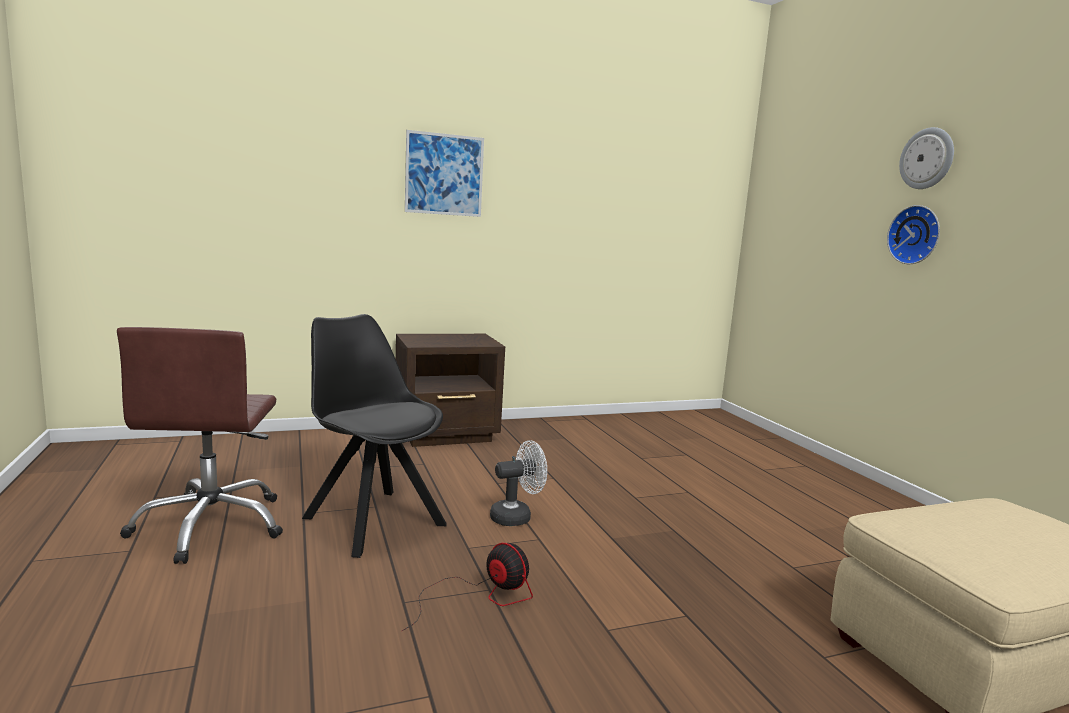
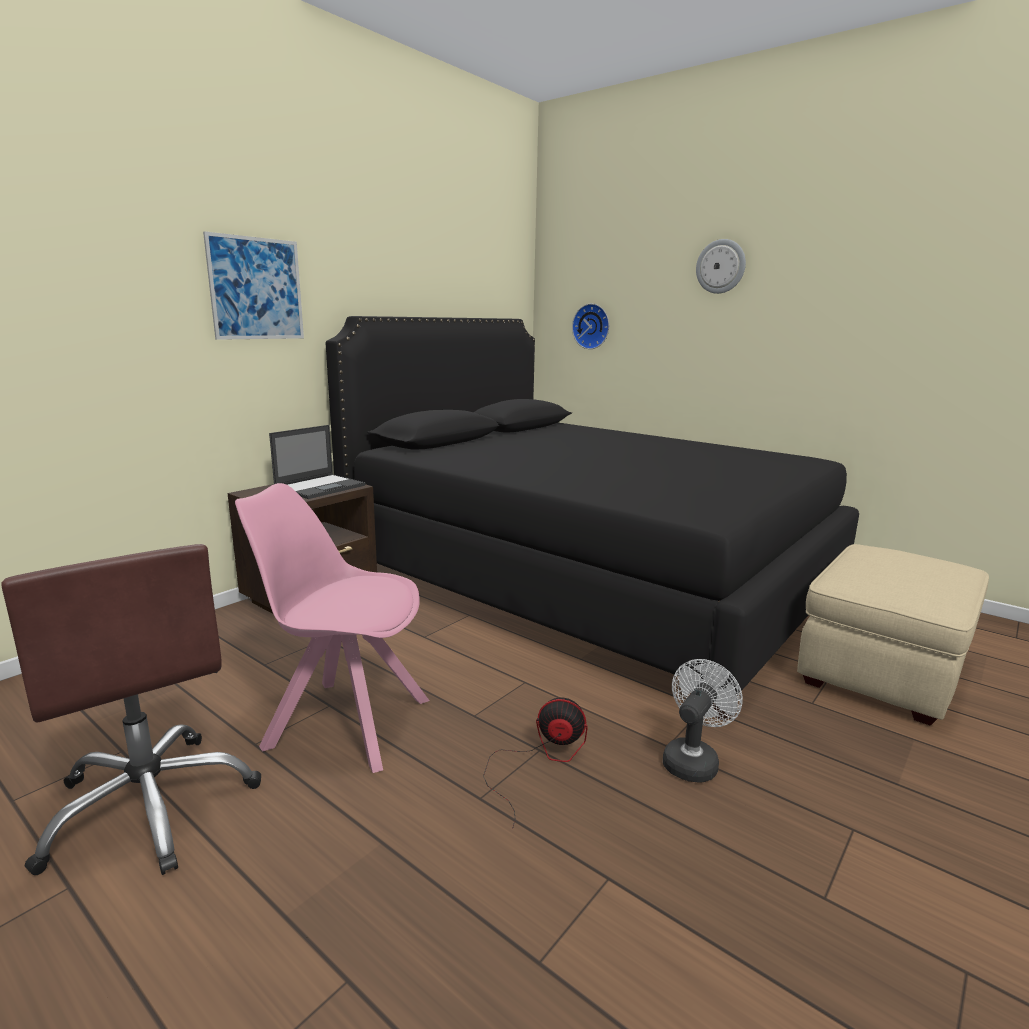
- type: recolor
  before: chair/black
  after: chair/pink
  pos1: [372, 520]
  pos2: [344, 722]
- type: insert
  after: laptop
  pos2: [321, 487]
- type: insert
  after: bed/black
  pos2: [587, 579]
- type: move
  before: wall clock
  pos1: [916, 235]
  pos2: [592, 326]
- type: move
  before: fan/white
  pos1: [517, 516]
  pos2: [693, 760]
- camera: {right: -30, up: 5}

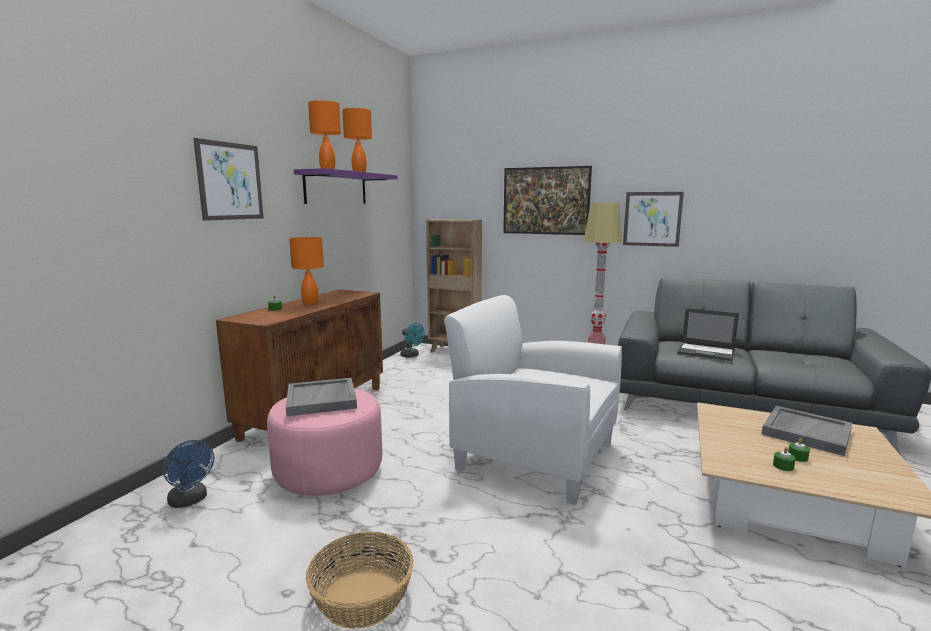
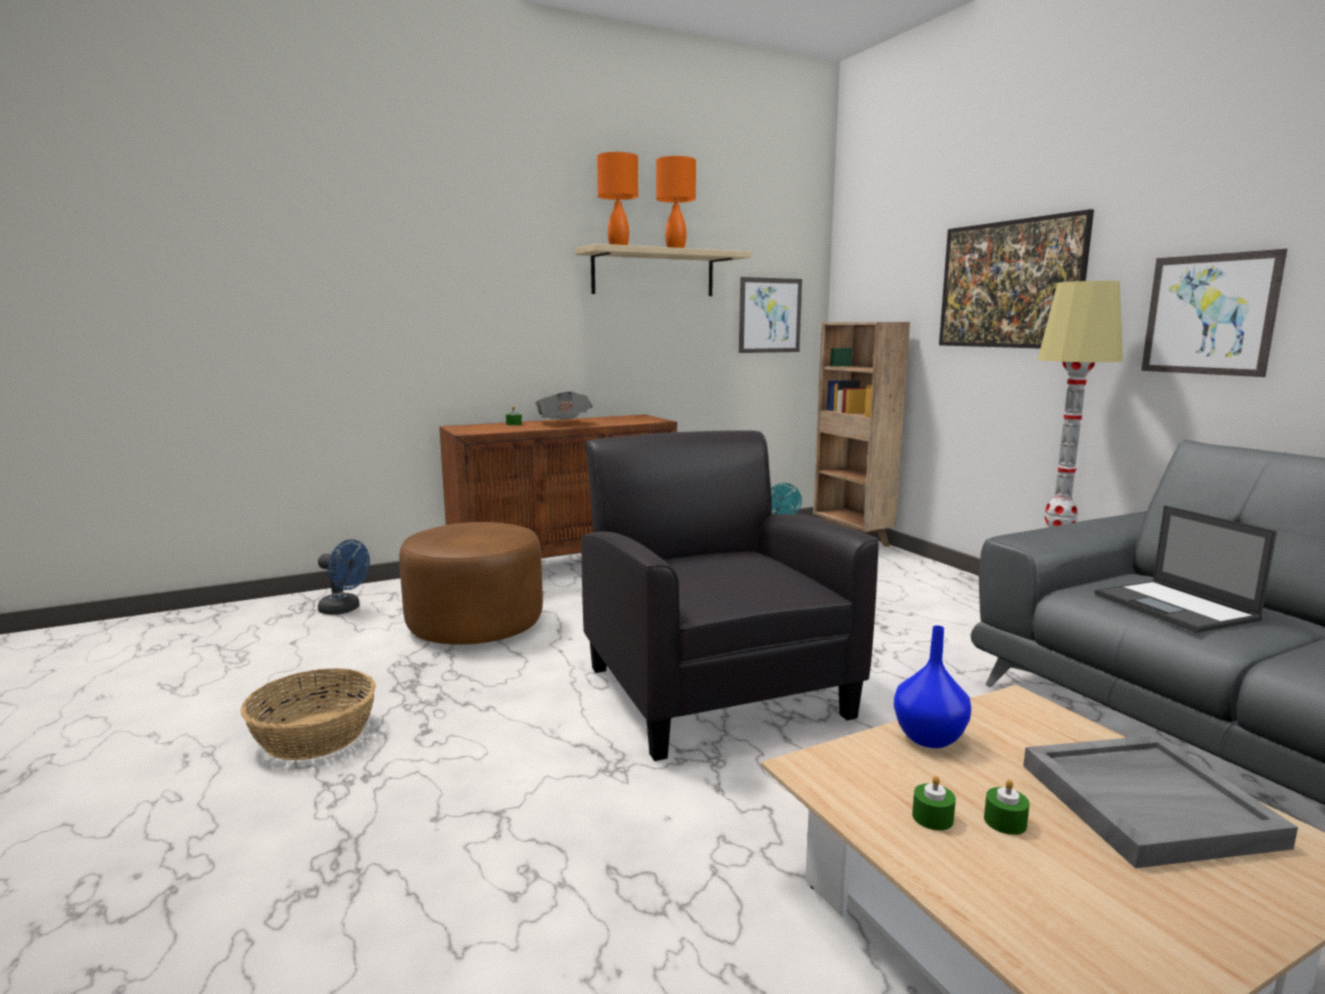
- type: rotate
  before: fan/blue
  pos1: [190, 500]
  pos2: [345, 609]
  turn: -60
- type: recolor
  before: ottoman/pink
  after: ottoman/brown
  pos1: [329, 472]
  pos2: [476, 625]
- type: replace
  before: table lamp/orange
  after: newspaper
  pos1: [309, 303]
  pos2: [564, 423]
- type: recolor
  before: shelf/purple
  after: shelf/beige
  pos1: [336, 188]
  pos2: [653, 273]
- type: recolor
  before: armchair/white
  after: armchair/black
  pos1: [534, 455]
  pos2: [714, 689]
- type: move
  before: picture
  pos1: [230, 181]
  pos2: [770, 315]
- type: insert
  after: vase/blue
  pos2: [928, 737]
- type: delete
  before: tray/grey
  pos1: [322, 400]
- camera: {right: 40, up: 0}

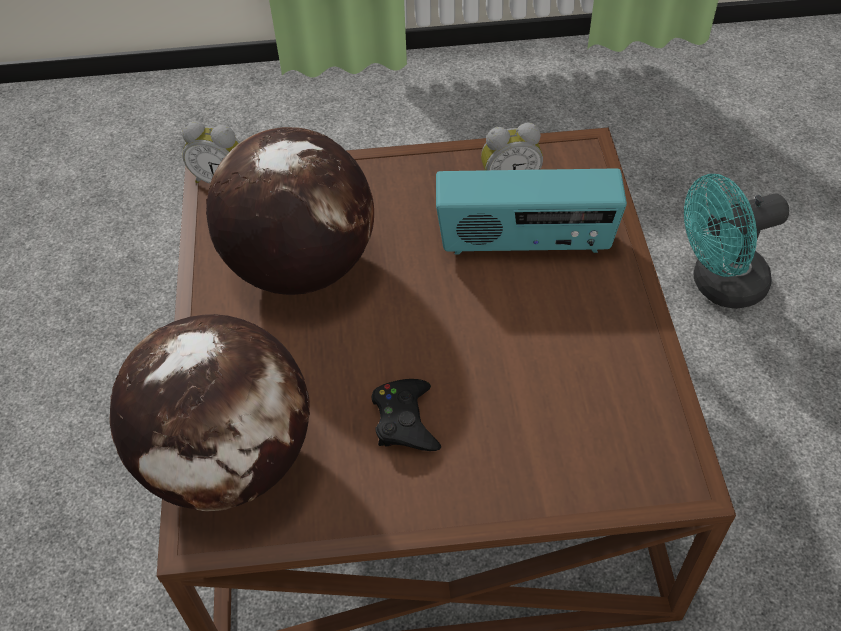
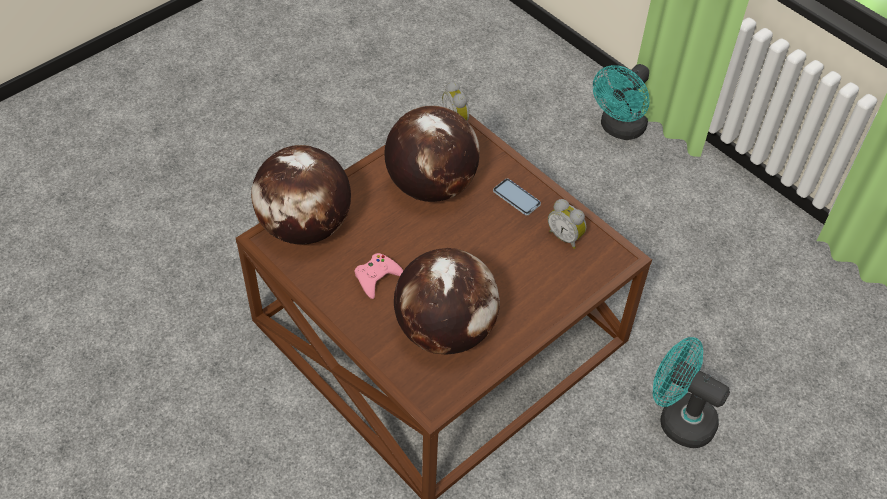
- type: recolor
  before: game controller/black
  after: game controller/pink
  pos1: [405, 421]
  pos2: [377, 277]
- type: insert
  after: globe
  pos2: [445, 330]
- type: insert
  after: phone
  pos2: [516, 198]
- type: insert
  after: fan/turquoise
  pos2: [619, 129]
- type: delete
  before: radio
  pos1: [525, 243]
- camera: {right: 50, up: 0}

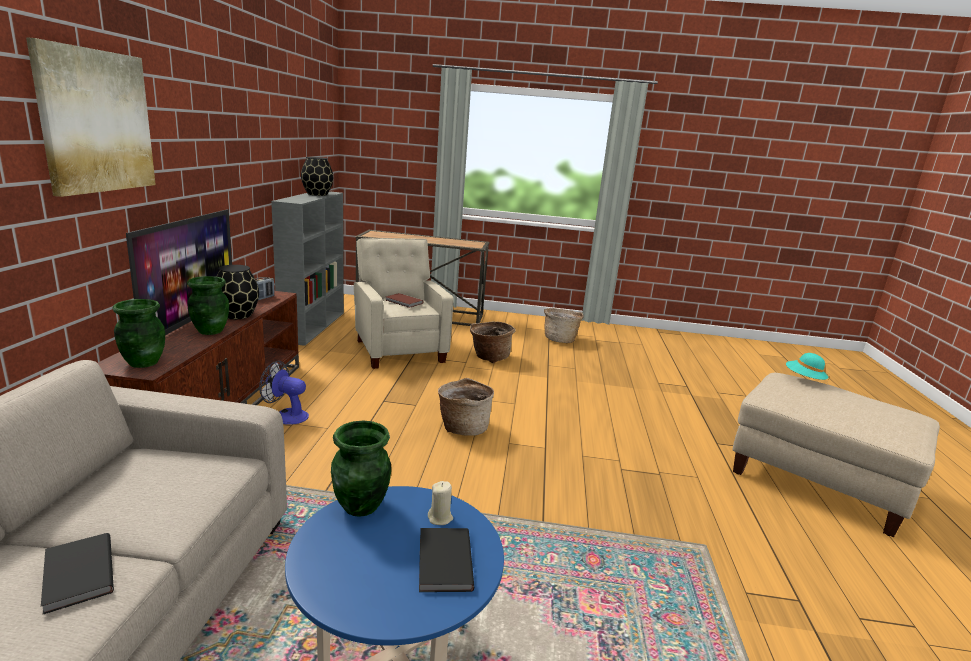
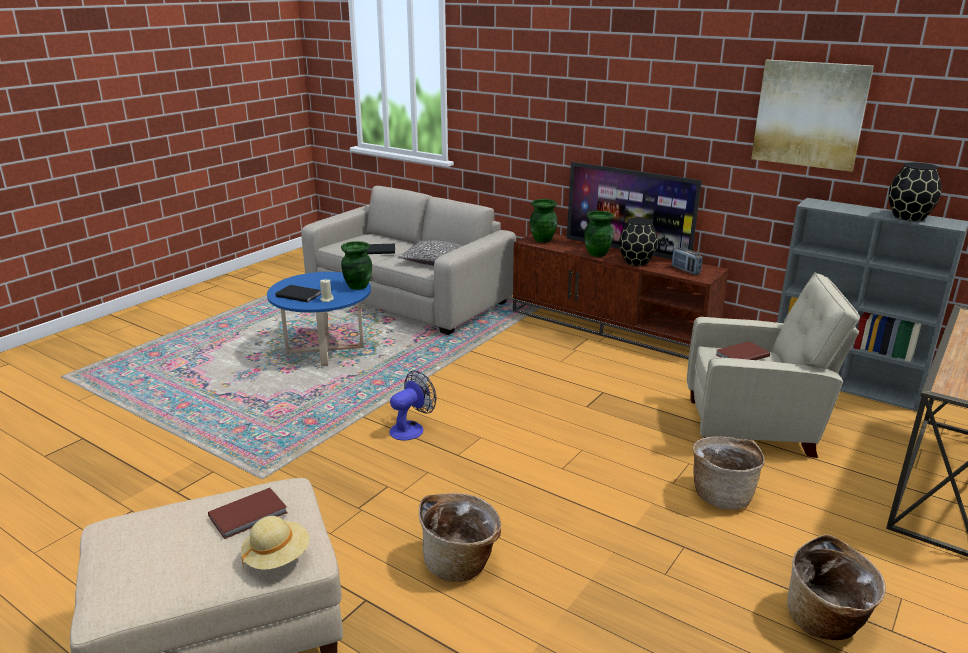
- type: insert
  after: book/brown
  pos2: [250, 515]
- type: recolor
  before: hat/turquoise
  after: hat/beige
  pos1: [804, 379]
  pos2: [277, 557]
- type: move
  before: fan
  pos1: [286, 415]
  pos2: [411, 428]
- type: insert
  after: pillow
  pos2: [434, 261]
- type: move
  before: basket
  pos1: [463, 427]
  pos2: [461, 563]
- type: move
  before: picture
  pos1: [96, 121]
  pos2: [809, 114]
- camera: {right: 120, up: 5}

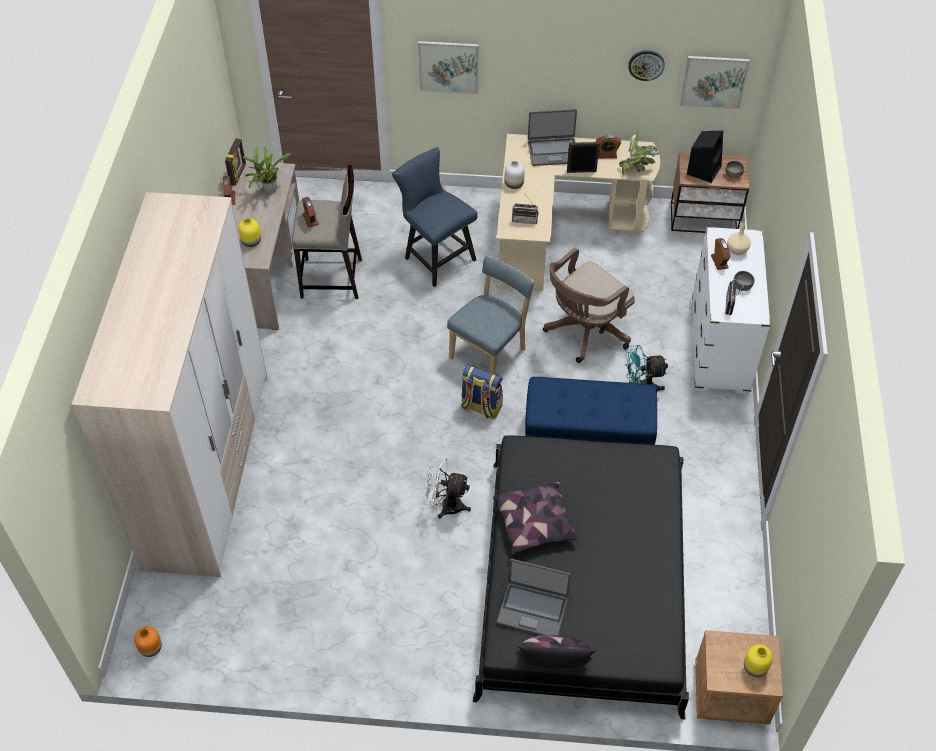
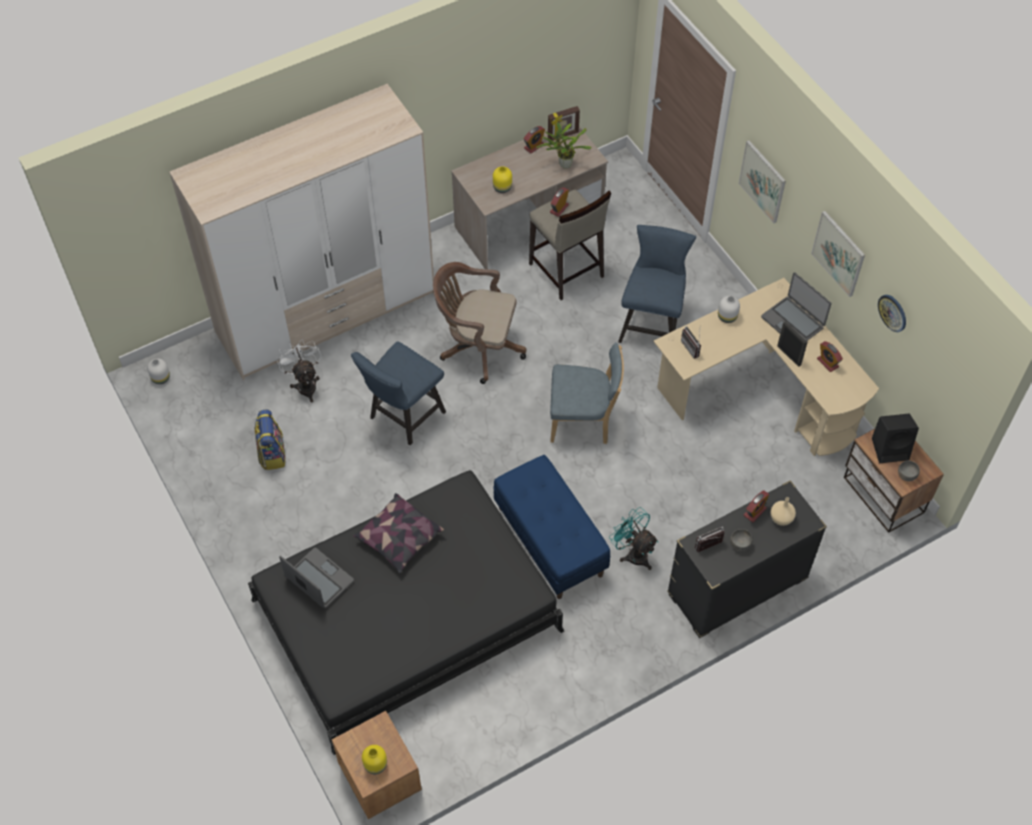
- type: recolor
  before: vase/orange
  after: vase/white
  pos1: [150, 648]
  pos2: [160, 377]
- type: move
  before: backpack
  pos1: [481, 407]
  pos2: [272, 453]
- type: move
  before: fan/white
  pos1: [445, 505]
  pos2: [305, 384]
- type: rotate
  before: laptop
  pos1: [532, 609]
  pos2: [319, 579]
  turn: 150
- type: insert
  after: chair/blue
  pos2: [403, 418]
- type: move
  before: office chair/brown
  pos1: [584, 332]
  pos2: [478, 347]
- type: recolor
  before: dresser/white
  after: dresser/black
  pos1: [719, 346]
  pos2: [736, 587]
- type: move
  before: picture
  pos1: [714, 81]
  pos2: [838, 253]
- type: delete
  before: pillow
  pos1: [553, 664]
- type: delete
  before: potted plant
  pos1: [637, 168]
- camera: {right: 55, up: 5}

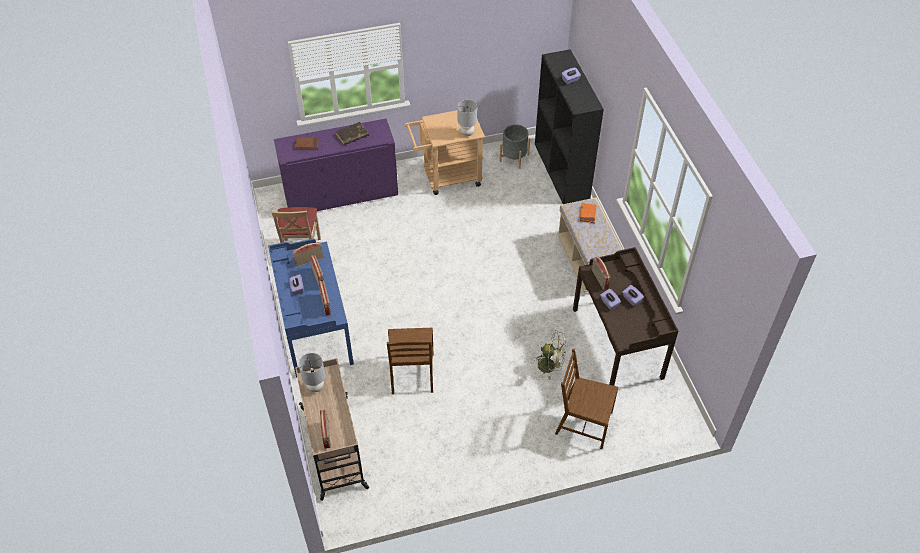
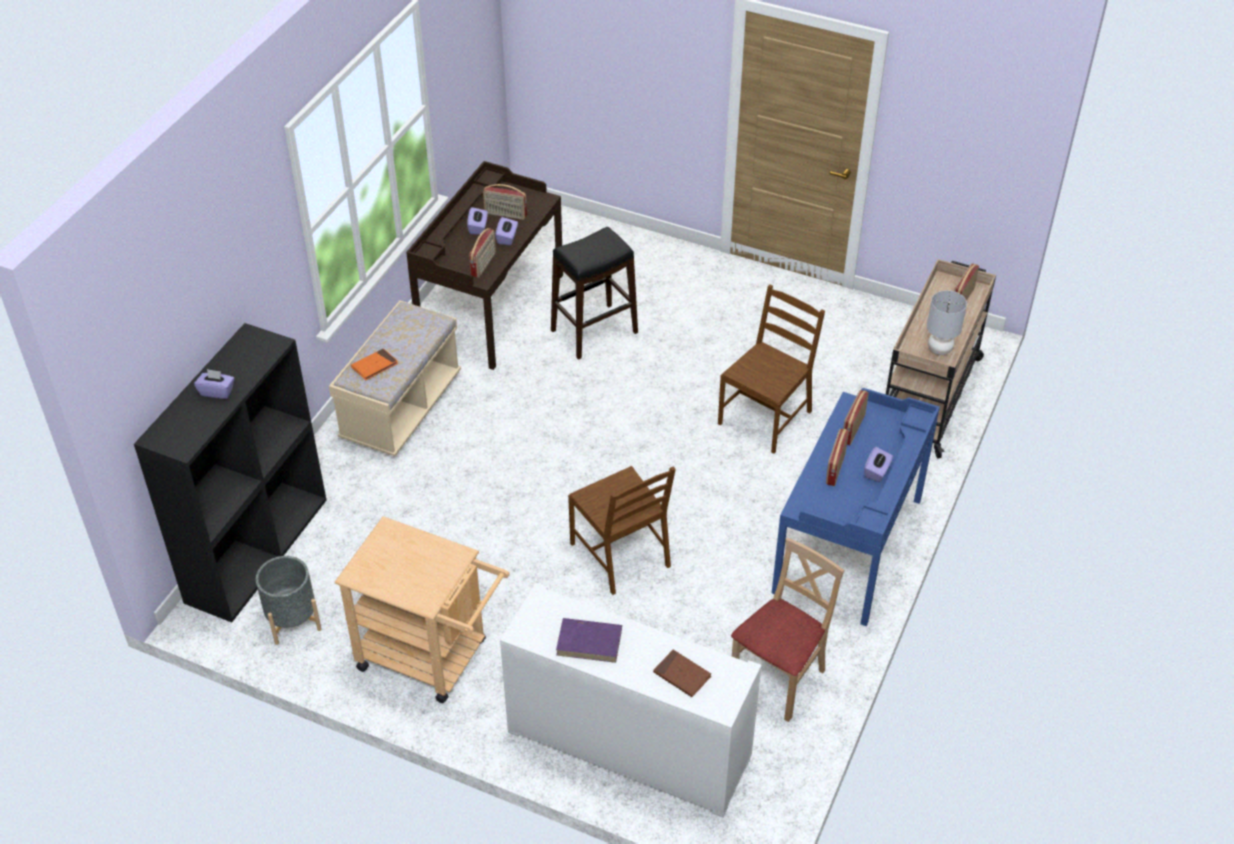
- type: move
  before: radio
  pos1: [308, 260]
  pos2: [505, 215]
- type: recolor
  before: cabinet/purple
  after: cabinet/white
  pos1: [341, 194]
  pos2: [628, 744]
- type: replace
  before: fan/green
  after: stool/black
  pos1: [550, 366]
  pos2: [594, 332]
- type: recolor
  before: book/brown
  after: book/purple
  pos1: [352, 135]
  pos2: [590, 642]
- type: move
  before: chair/brown
  pos1: [583, 423]
  pos2: [622, 555]
- type: delete
  before: table lamp/grey
  pos1: [467, 133]
- camera: {right: -140, up: -5}

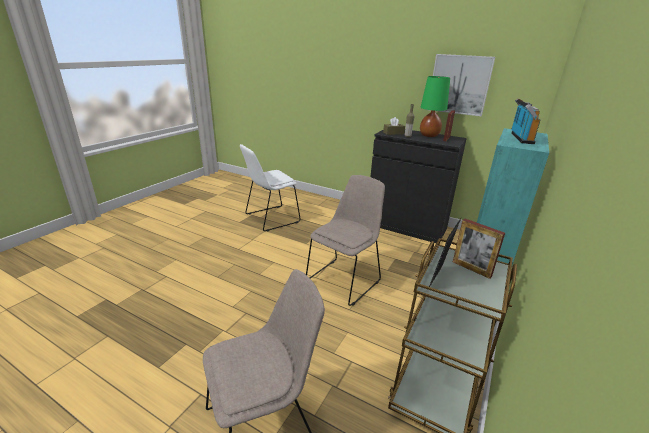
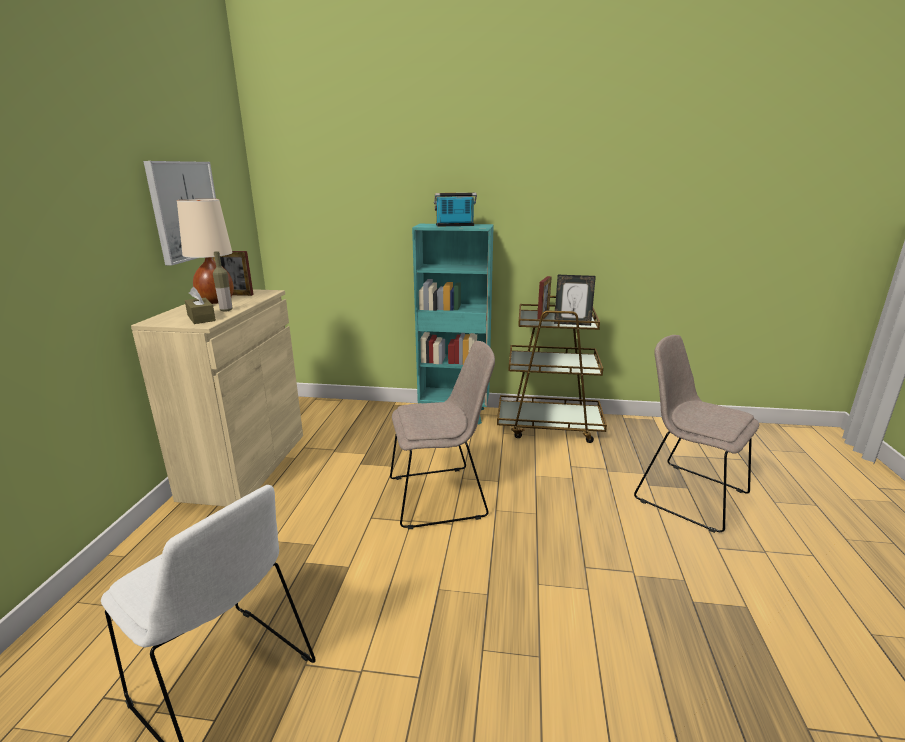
- type: recolor
  before: cabinet/black
  after: cabinet/beige
  pos1: [406, 226]
  pos2: [245, 465]
- type: recolor
  before: table lamp/green
  after: table lamp/beige
  pos1: [429, 135]
  pos2: [215, 301]
- type: rotate
  before: chair/beige
  pos1: [344, 280]
  pos2: [441, 496]
  turn: 150
- camera: {right: -110, up: -5}

